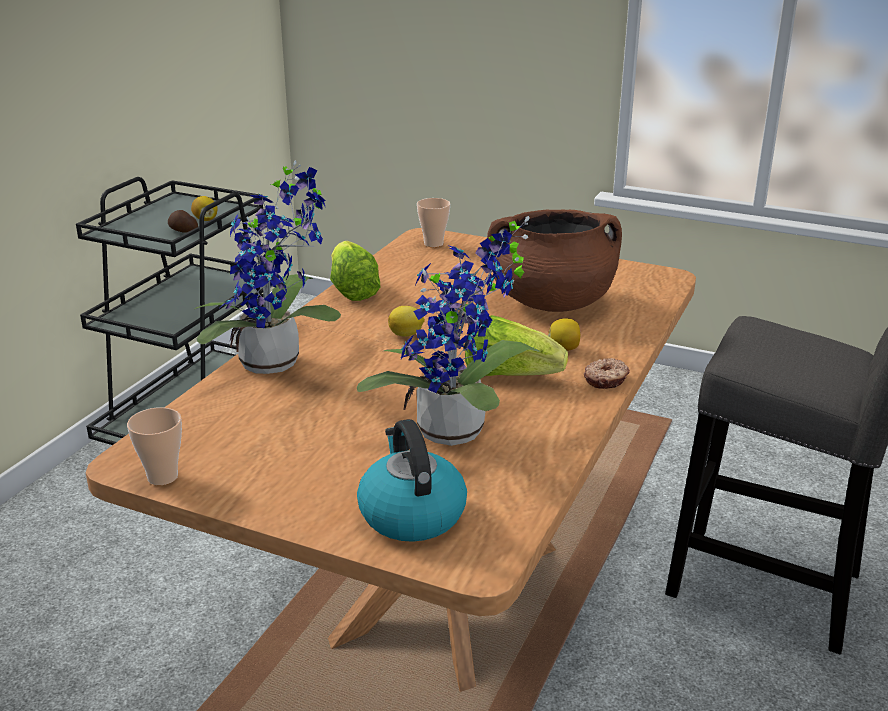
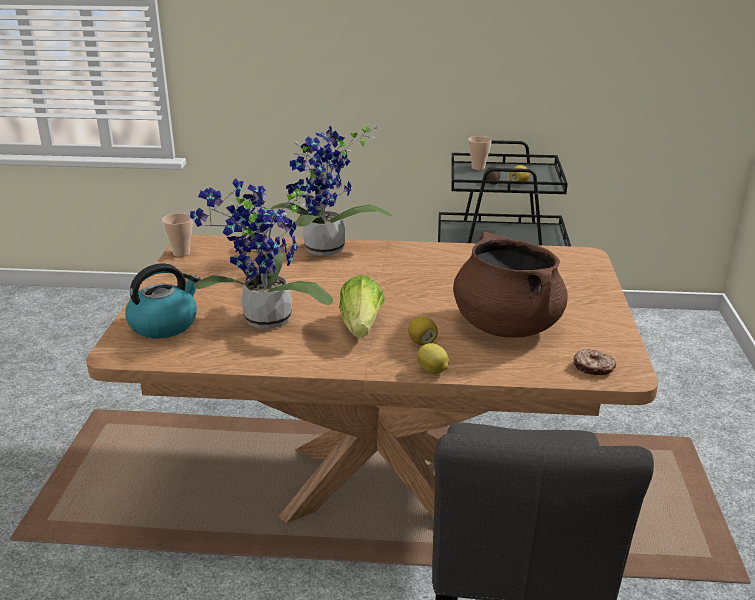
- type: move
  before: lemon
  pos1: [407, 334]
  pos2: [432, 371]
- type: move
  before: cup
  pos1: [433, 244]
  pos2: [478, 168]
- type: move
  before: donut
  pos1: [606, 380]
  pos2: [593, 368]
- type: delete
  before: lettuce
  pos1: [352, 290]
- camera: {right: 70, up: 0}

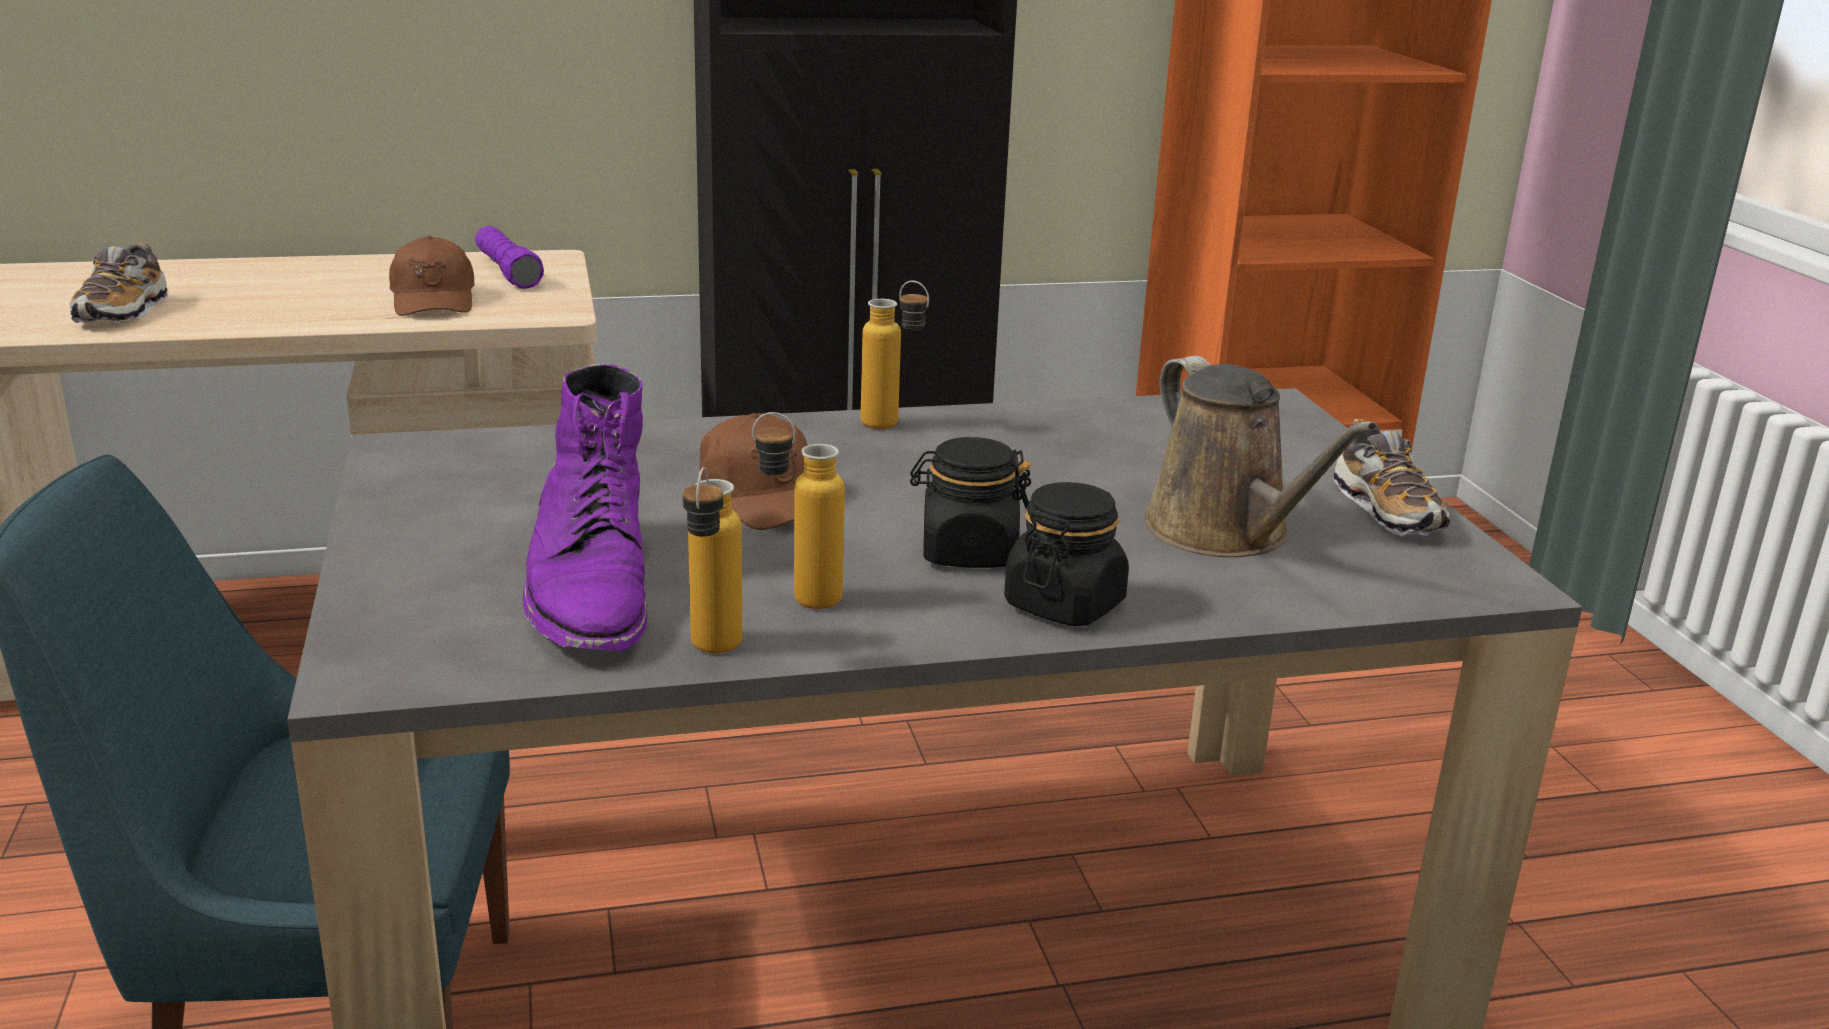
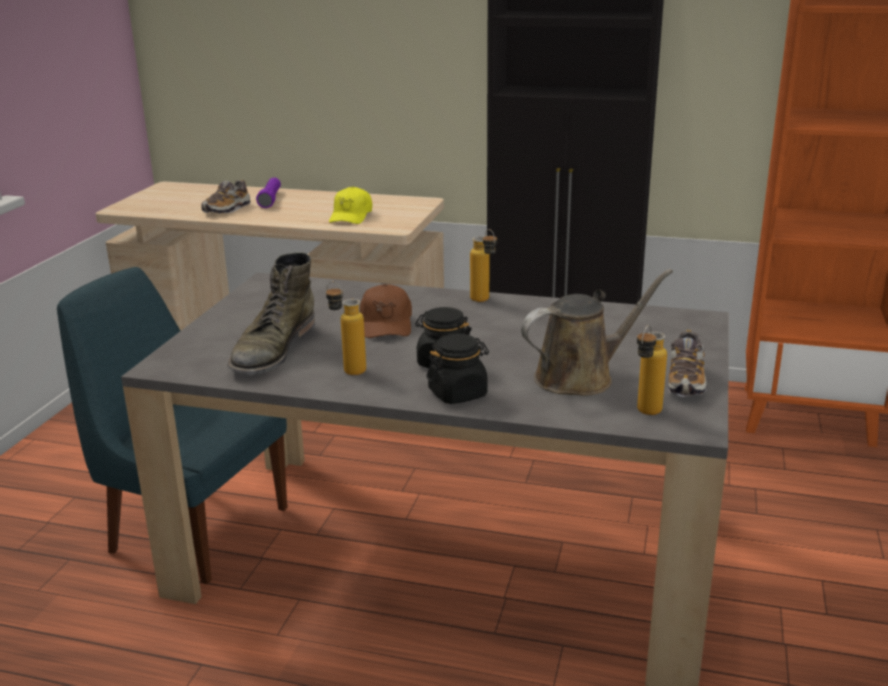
- type: recolor
  before: boot/purple
  after: boot/green
  pos1: [591, 589]
  pos2: [273, 350]
- type: move
  before: flashlight/purple
  pos1: [508, 272]
  pos2: [270, 200]
- type: recolor
  before: cap/brown
  after: cap/yellow
  pos1: [434, 300]
  pos2: [351, 216]
- type: rotate
  before: watering can/brown
  pos1: [1225, 533]
  pos2: [580, 377]
  turn: -120
- type: move
  before: bottle
  pos1: [712, 653]
  pos2: [645, 414]
- camera: {right: 30, up: 0}

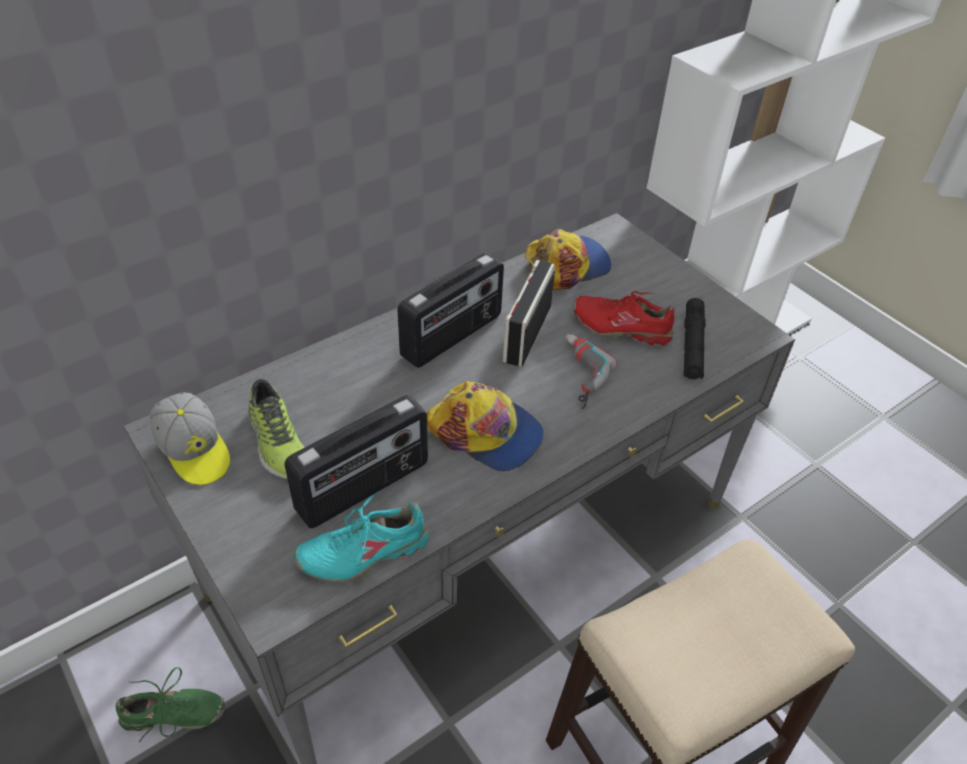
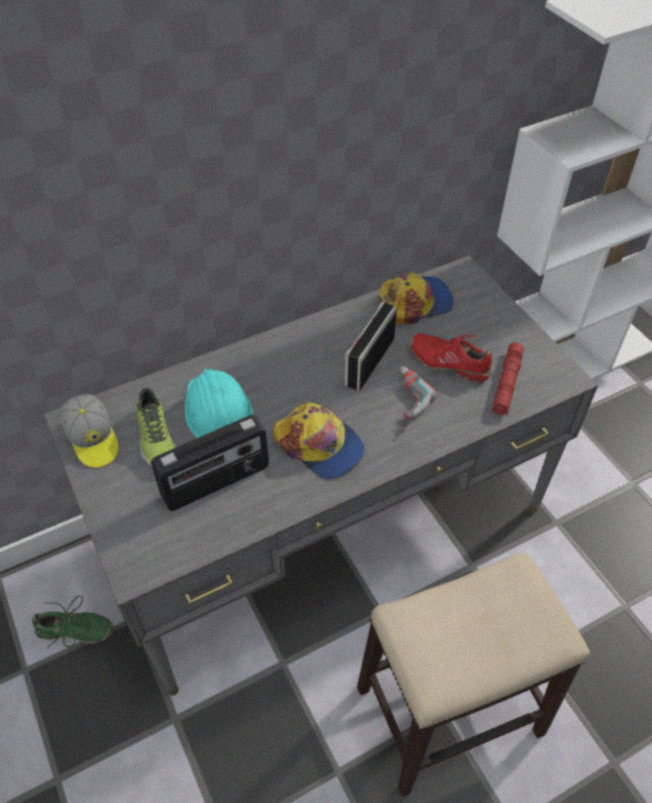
- type: insert
  after: hard hat/turquoise
  pos2: [217, 411]
- type: recolor
  before: flashlight/black
  after: flashlight/red
  pos1: [692, 345]
  pos2: [506, 384]
- type: delete
  before: shoe/turquoise
  pos1: [363, 552]
- type: delete
  before: radio
  pos1: [453, 336]
- camera: {right: 10, up: 5}

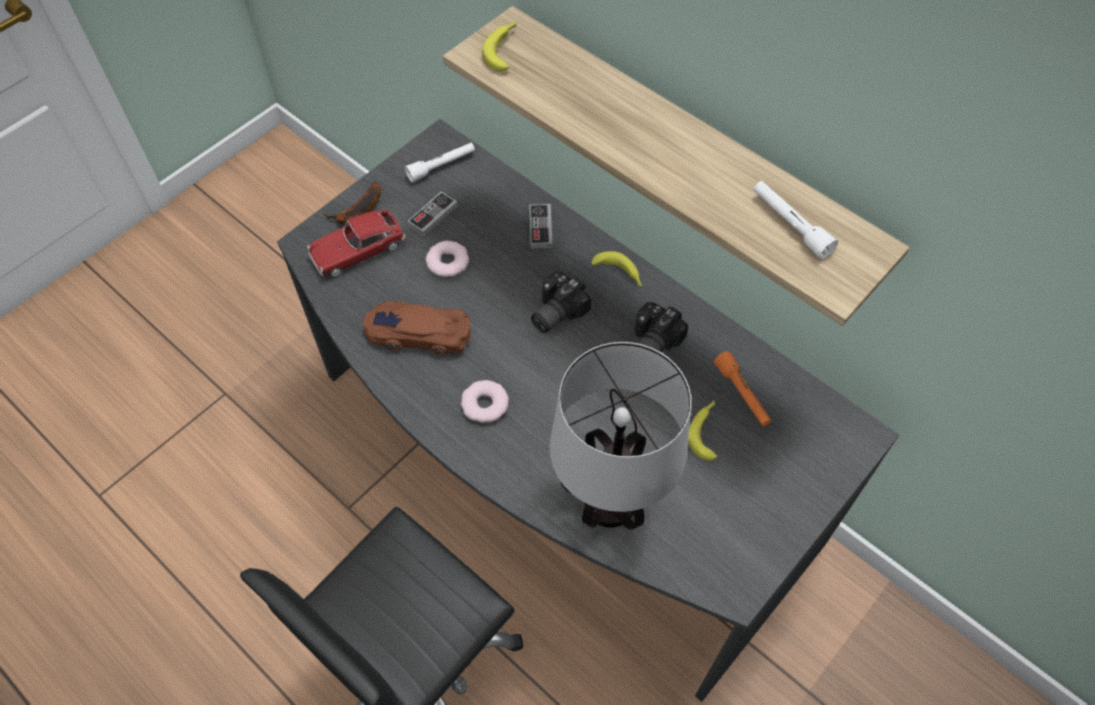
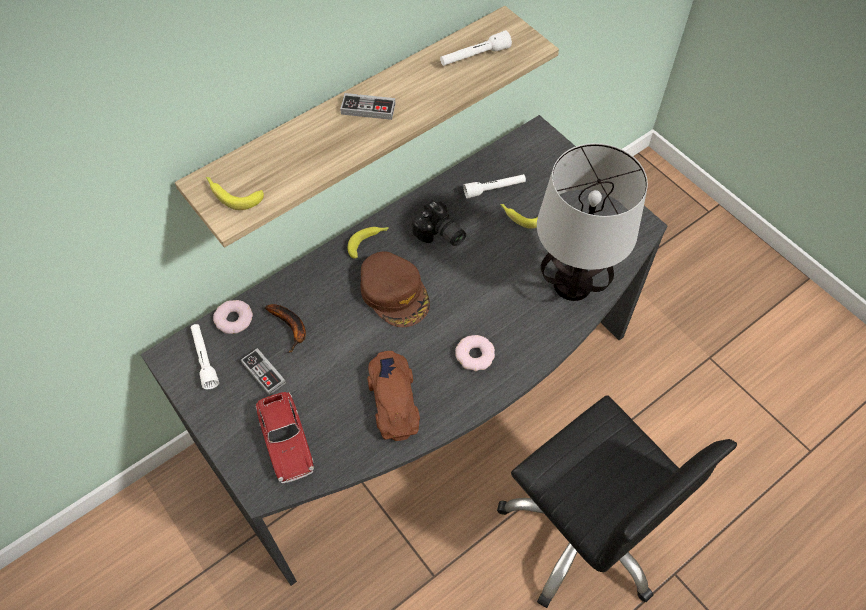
- type: move
  before: donut
  pos1: [447, 262]
  pos2: [233, 319]
- type: move
  before: banana
  pos1: [358, 212]
  pos2: [291, 328]
- type: move
  before: game controller
  pos1: [540, 228]
  pos2: [368, 109]
- type: replace
  before: photo camera
  after: cap/brown
  pos1: [554, 312]
  pos2: [395, 293]
- type: rotate
  before: toy car/brown
  pos1: [418, 333]
  pos2: [393, 398]
  turn: 150
- type: recolor
  before: flashlight/orange
  after: flashlight/white
  pos1: [742, 394]
  pos2: [494, 189]
- camera: {right: -80, up: 0}

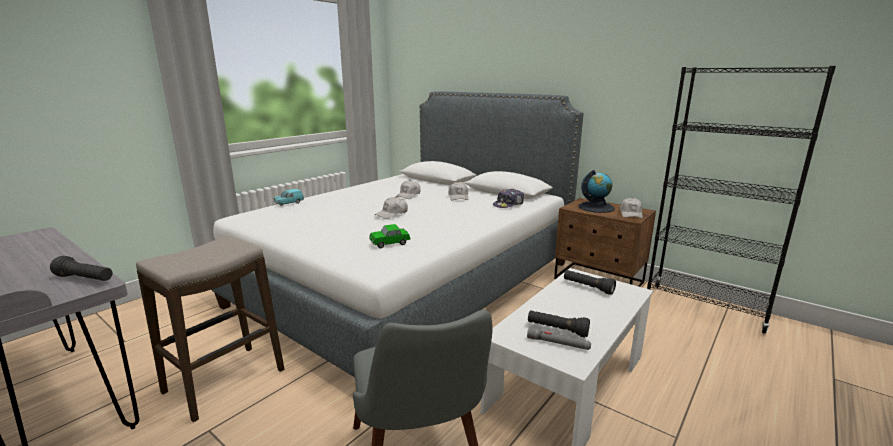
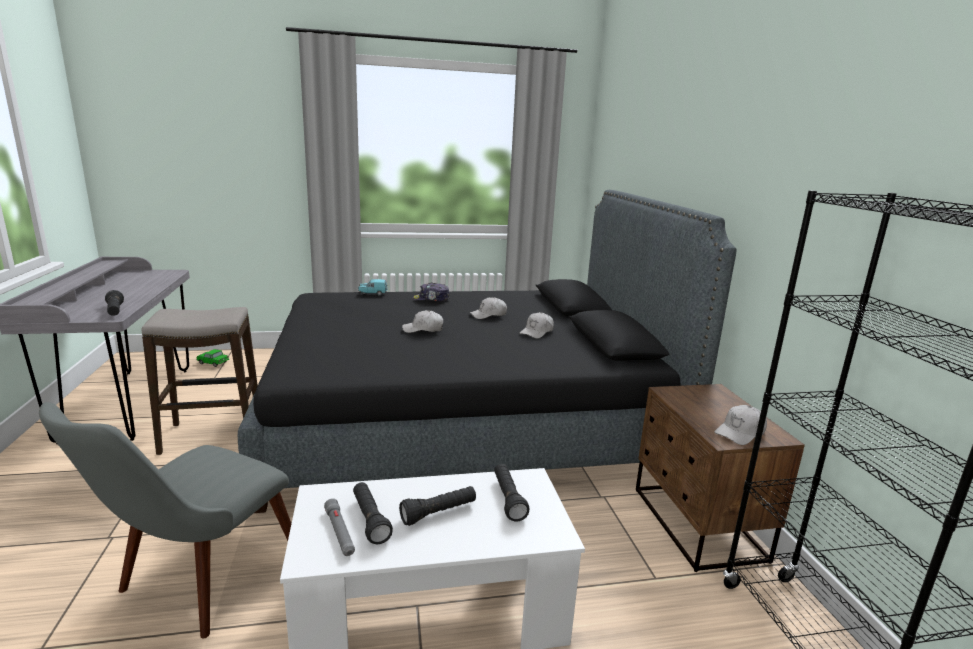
- type: move
  before: toy car
  pos1: [390, 243]
  pos2: [213, 363]
- type: recolor
  before: bed/white
  after: bed/black
  pos1: [410, 282]
  pos2: [465, 420]
- type: insert
  after: flashlight/black
  pos2: [439, 513]
- type: move
  before: cap
  pos1: [508, 204]
  pos2: [431, 299]
- type: delete
  before: globe
  pos1: [596, 207]
- camera: {right: 40, up: 0}

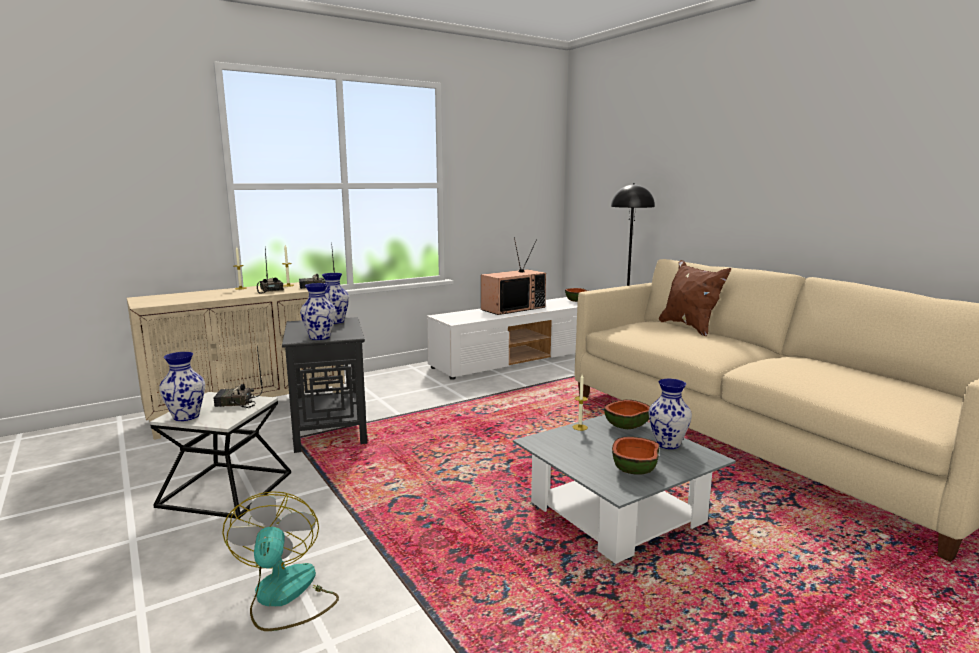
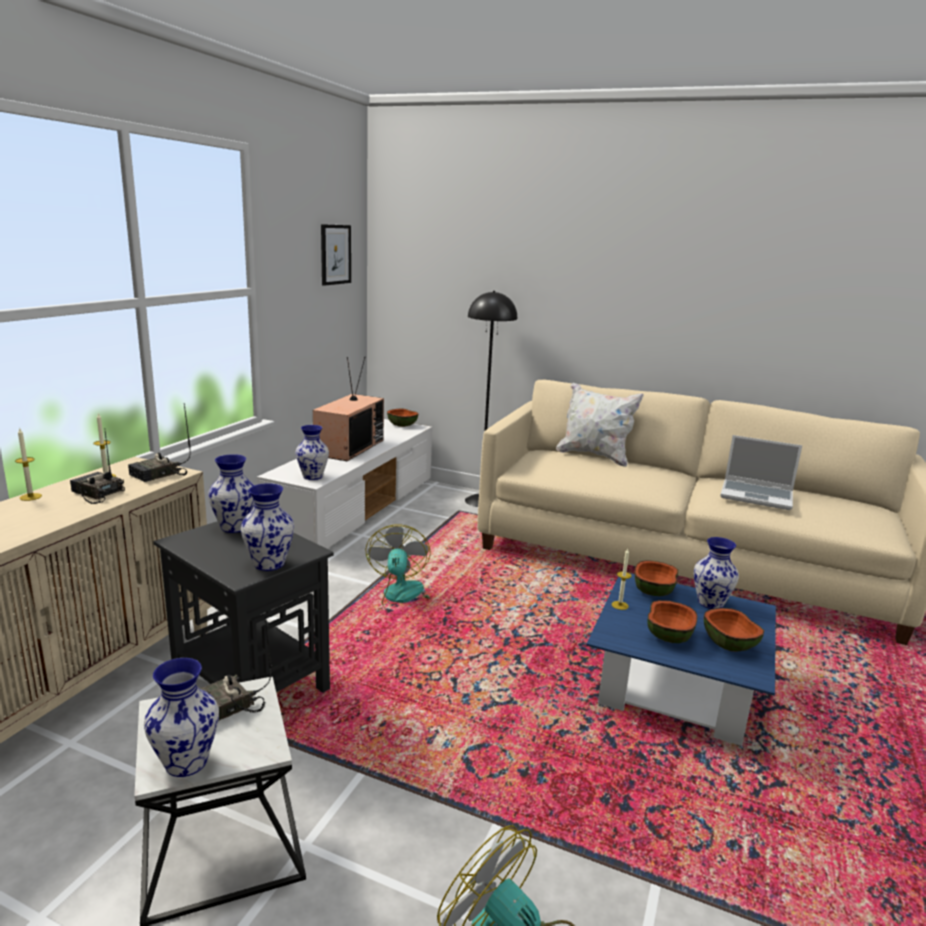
- type: insert
  after: vase
  pos2: [313, 477]
- type: insert
  after: picture
  pos2: [335, 254]
- type: insert
  after: fan
  pos2: [403, 599]
- type: recolor
  before: pillow/brown
  after: pillow/white
  pos1: [690, 327]
  pos2: [594, 456]
- type: recolor
  before: coffee table/grey
  after: coffee table/blue
  pos1: [616, 512]
  pos2: [676, 686]
- type: insert
  after: bowl
  pos2: [668, 635]
- type: insert
  after: laptop
  pos2: [757, 496]
- camera: {right: -35, up: 5}

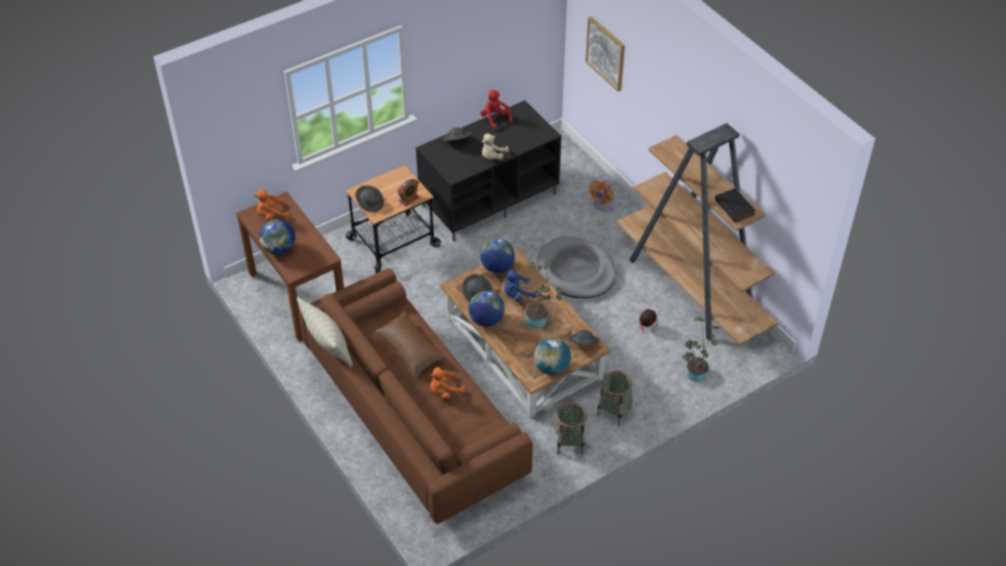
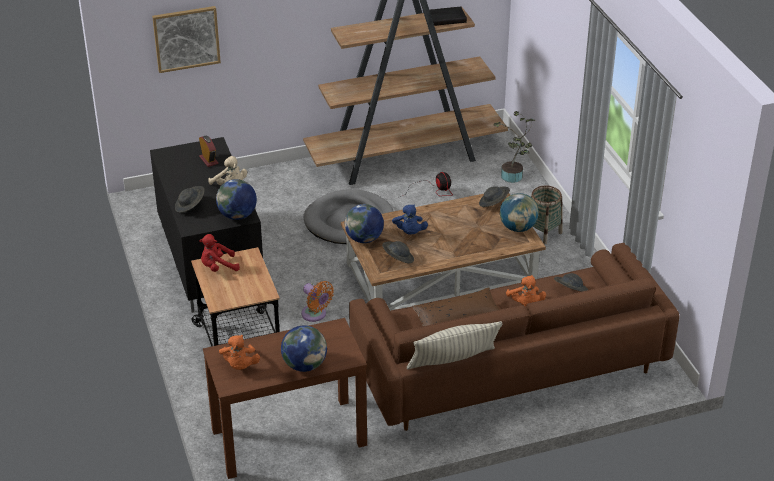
- type: move
  before: alarm clock
  pos1: [409, 199]
  pos2: [208, 160]
- type: move
  before: plush toy/red
  pos1: [495, 119]
  pos2: [218, 267]
- type: move
  before: globe
  pos1: [486, 320]
  pos2: [237, 215]
- type: move
  before: fan/orange
  pos1: [602, 205]
  pos2: [315, 315]
- type: move
  before: hat/grey
  pos1: [370, 203]
  pos2: [570, 291]
- type: delete
  before: potted plant
  pos1: [539, 320]
- type: delete
  before: basket
  pos1: [570, 443]
- camera: {right: -75, up: -10}

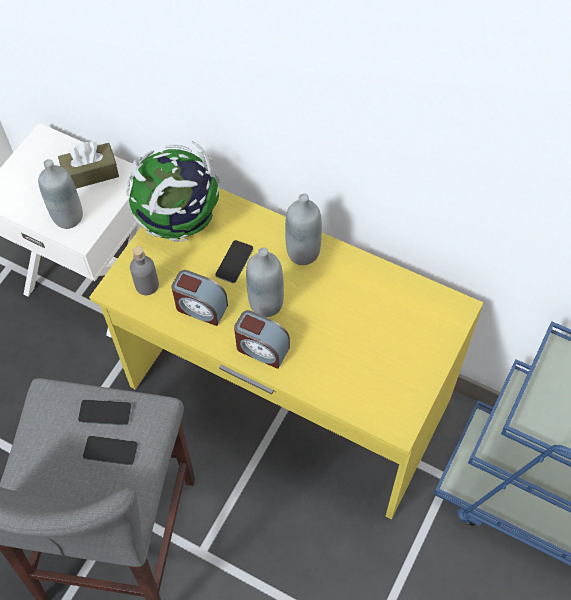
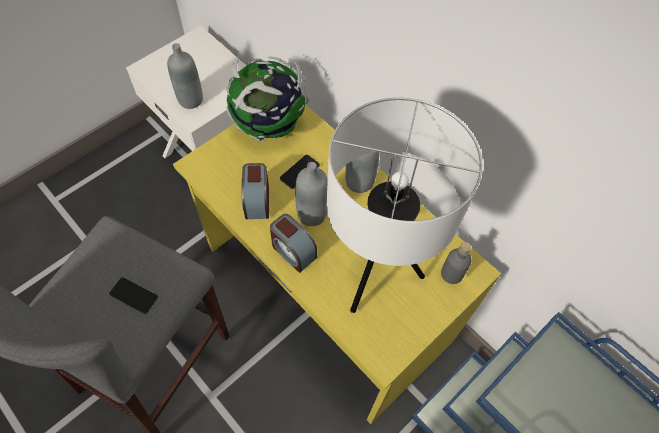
- type: rotate
  before: alarm clock
  pos1: [200, 308]
  pos2: [257, 200]
  turn: 45
- type: insert
  after: table lamp/white
  pos2: [374, 270]
- type: move
  before: bottle/grey
  pos1: [147, 285]
  pos2: [451, 273]
- type: delete
  before: tissue box/brown
  pos1: [91, 173]
- type: delete
  before: phone
  pos1: [105, 412]
- camera: {right: 15, up: 0}

